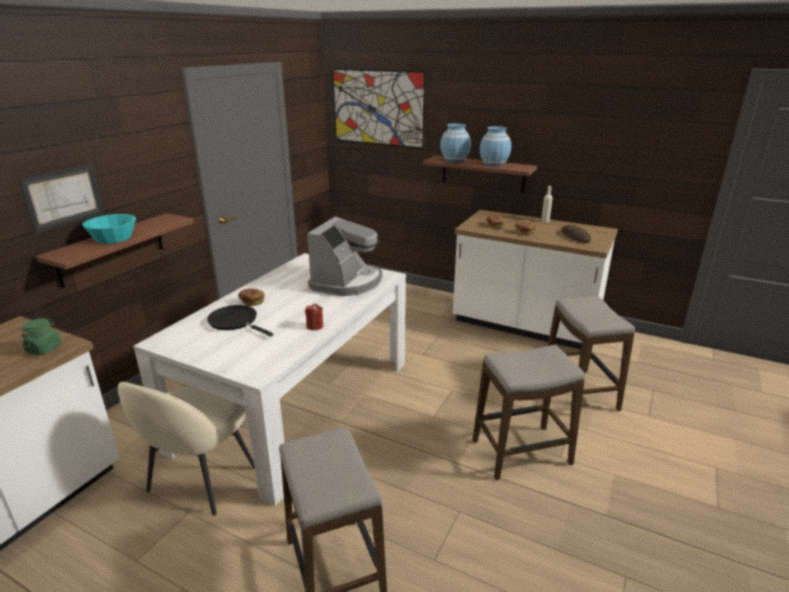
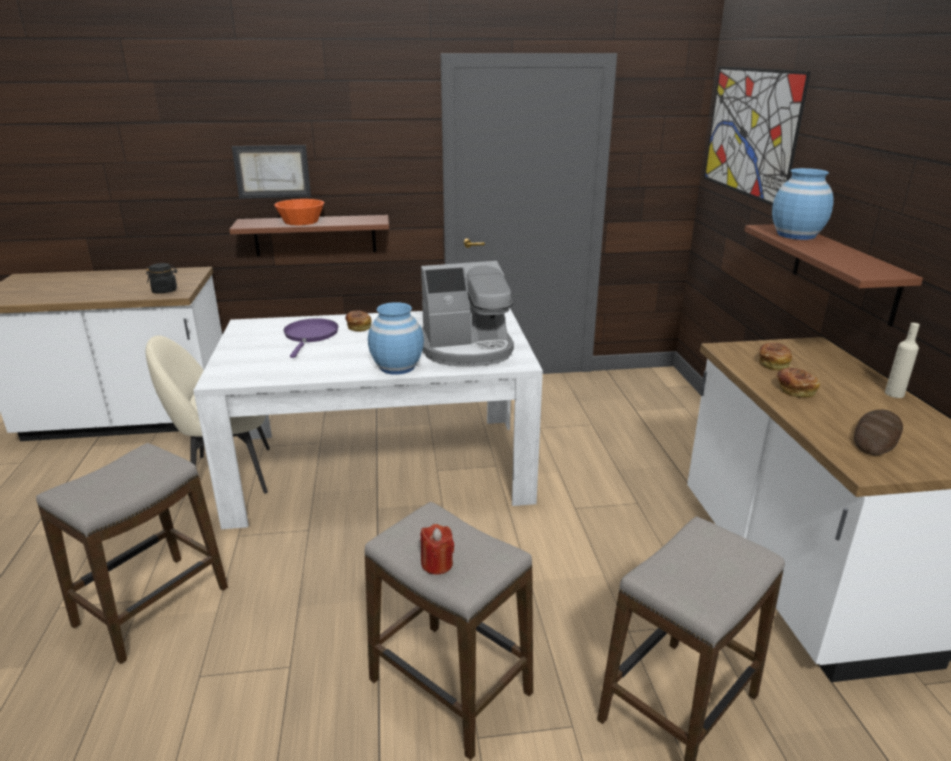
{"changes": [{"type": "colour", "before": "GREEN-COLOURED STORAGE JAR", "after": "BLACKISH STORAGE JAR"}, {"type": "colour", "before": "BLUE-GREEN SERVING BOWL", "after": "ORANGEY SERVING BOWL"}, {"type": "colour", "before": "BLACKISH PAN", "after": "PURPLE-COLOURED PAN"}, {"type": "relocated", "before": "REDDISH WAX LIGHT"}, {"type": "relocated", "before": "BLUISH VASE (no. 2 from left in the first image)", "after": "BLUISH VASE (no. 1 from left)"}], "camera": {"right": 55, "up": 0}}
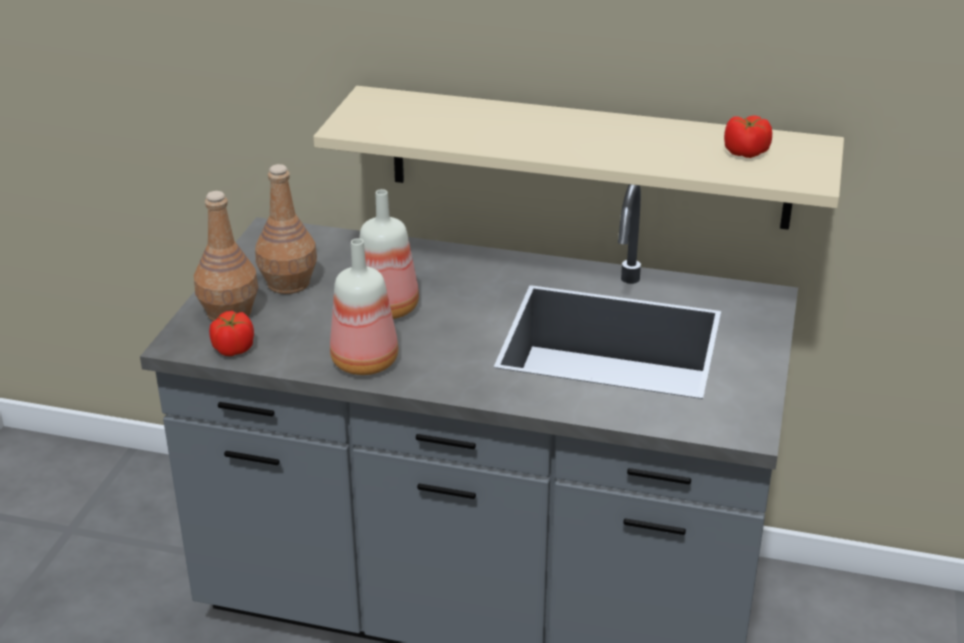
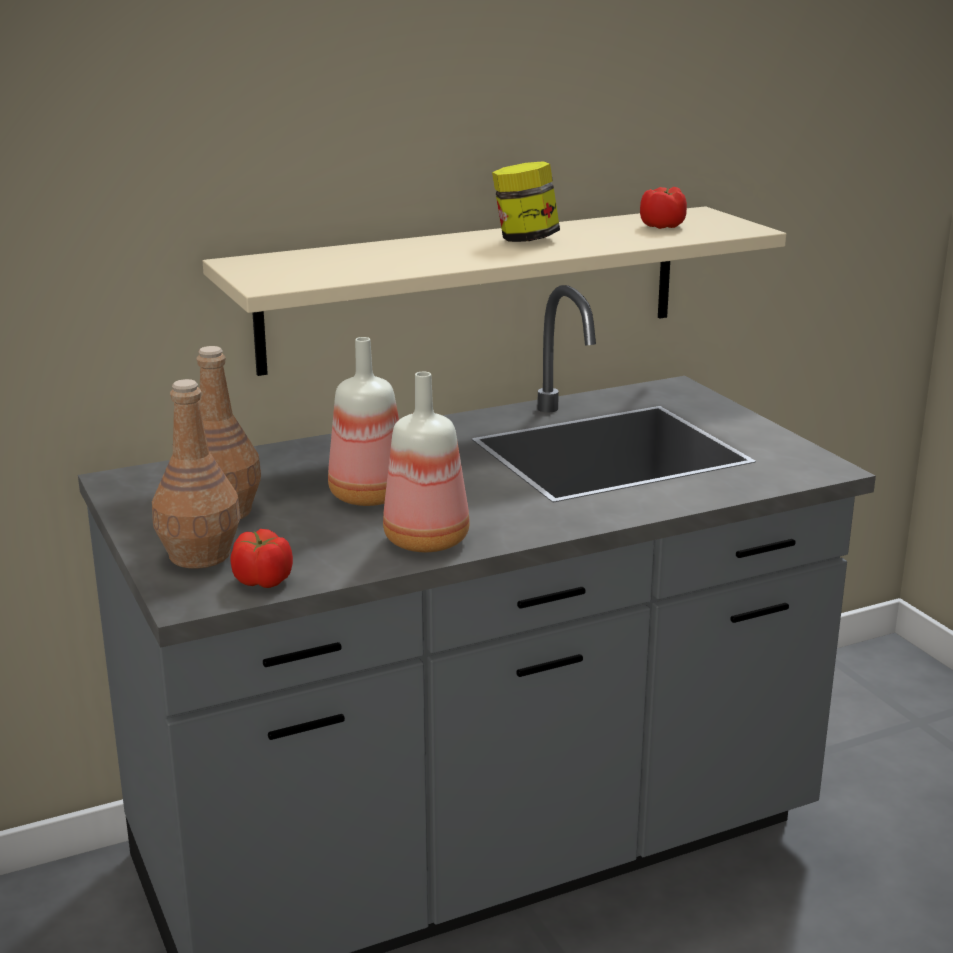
{"changes": [{"type": "appeared", "after": "STORAGE JAR"}], "camera": {"right": -40, "up": -10}}
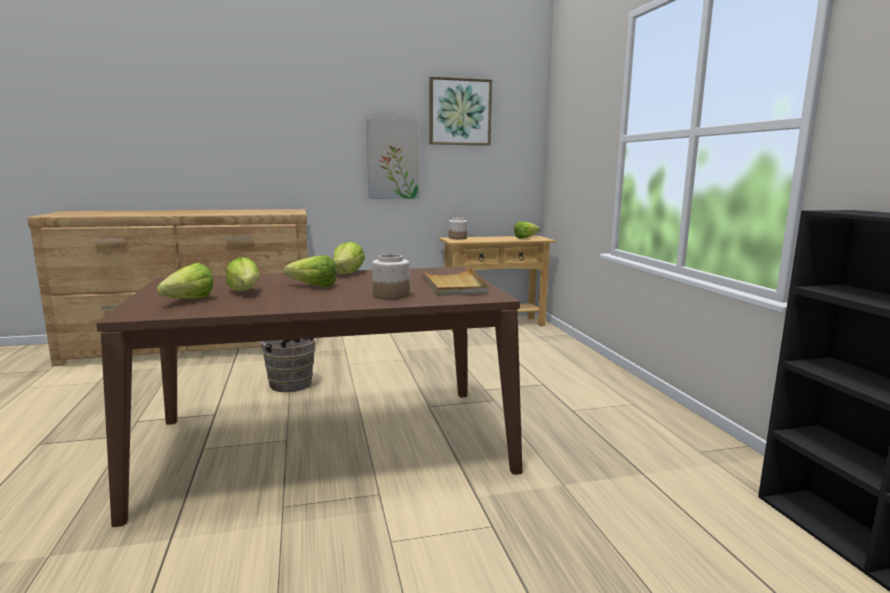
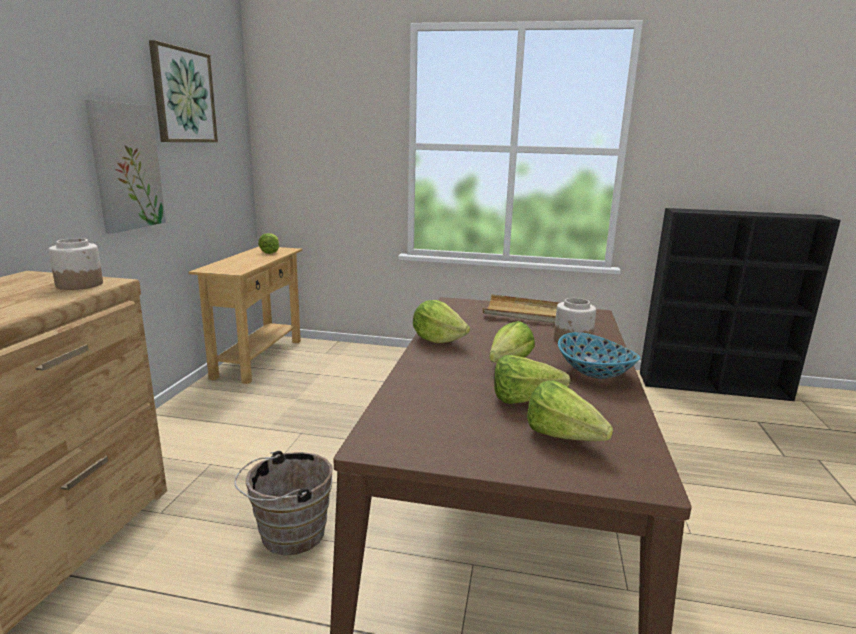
{"changes": [{"type": "relocated", "before": "STORAGE JAR (no. 2 from left in the first image)", "after": "STORAGE JAR (no. 1 from left)"}, {"type": "appeared", "after": "SERVING BOWL"}], "camera": {"right": -65, "up": 5}}
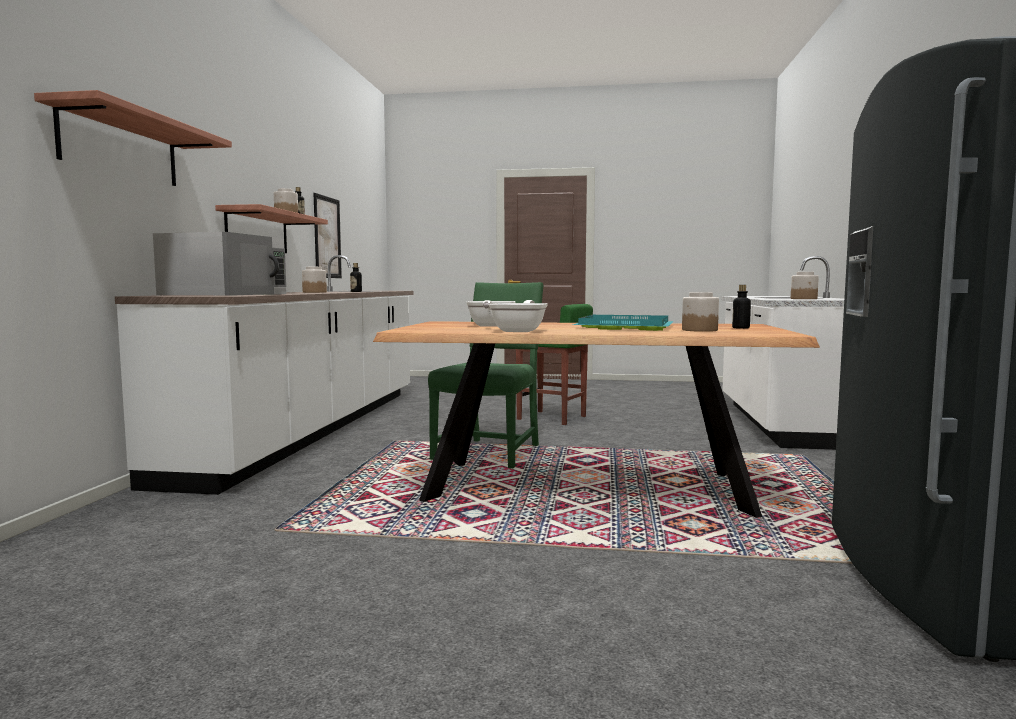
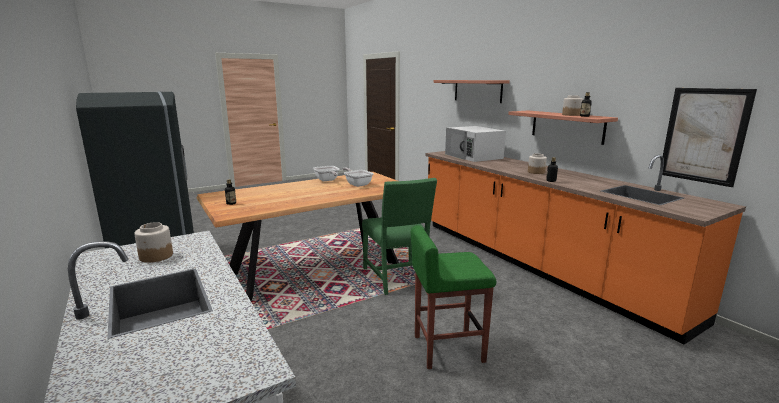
{"changes": [{"type": "colour", "before": "WHITE-COLOURED KITCHEN BASE UNIT (no. 1 from left)", "after": "ORANGEY KITCHEN BASE UNIT"}, {"type": "missing", "before": "BLUE-GREEN SERVING TRAY"}, {"type": "missing", "before": "STORAGE JAR (no. 3 from left)"}], "camera": {"right": 140, "up": 10}}
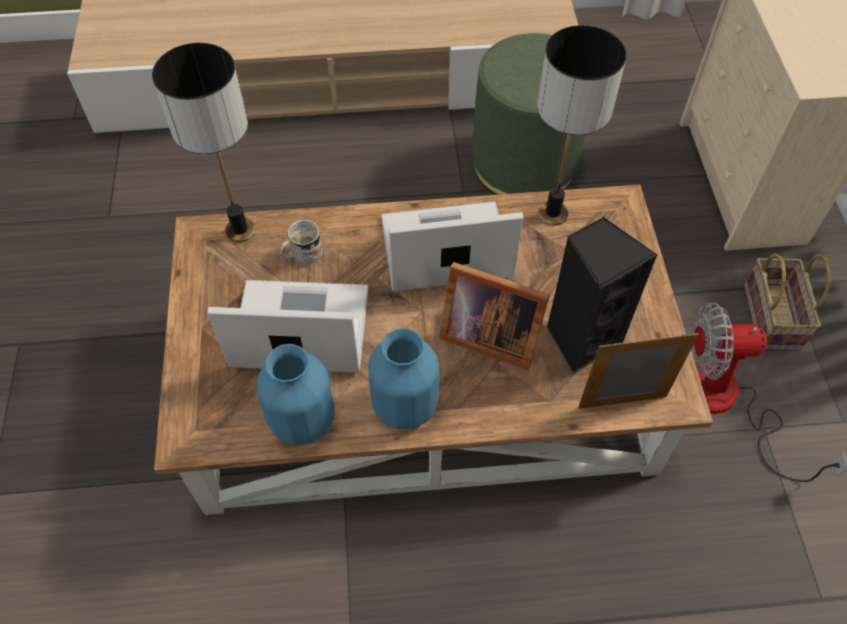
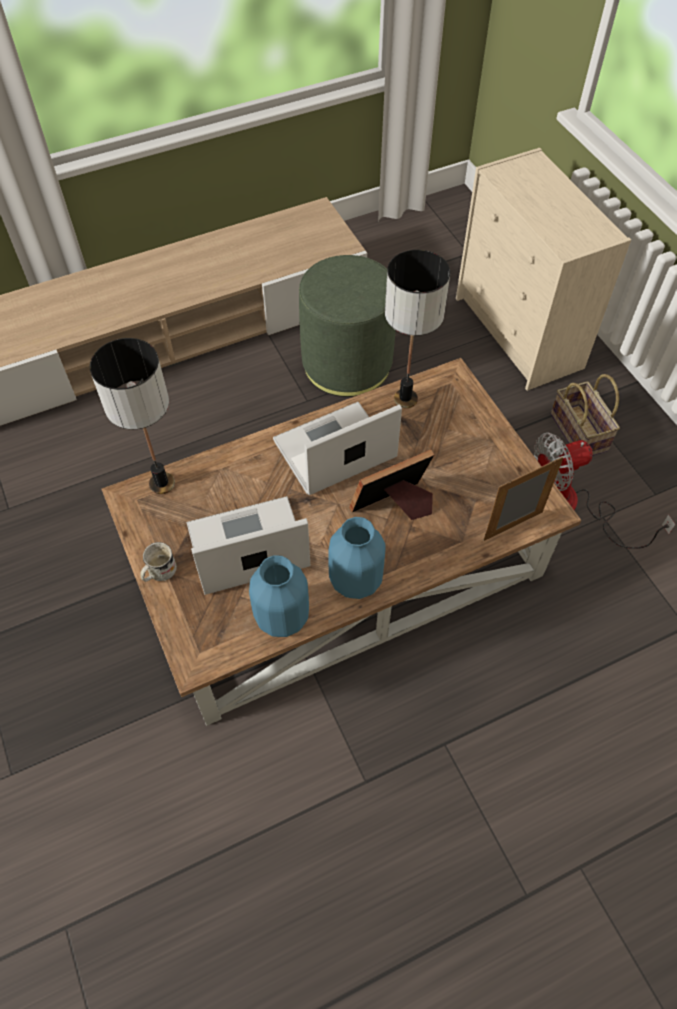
{"changes": [{"type": "relocated", "before": "WHITE-COLOURED COFFEE MUG"}, {"type": "spun", "before": "PICTURE FRAME (no. 1 from left)", "turn": 150}, {"type": "missing", "before": "BLACKISH LOUDSPEAKER"}], "camera": {"right": -20, "up": 0}}
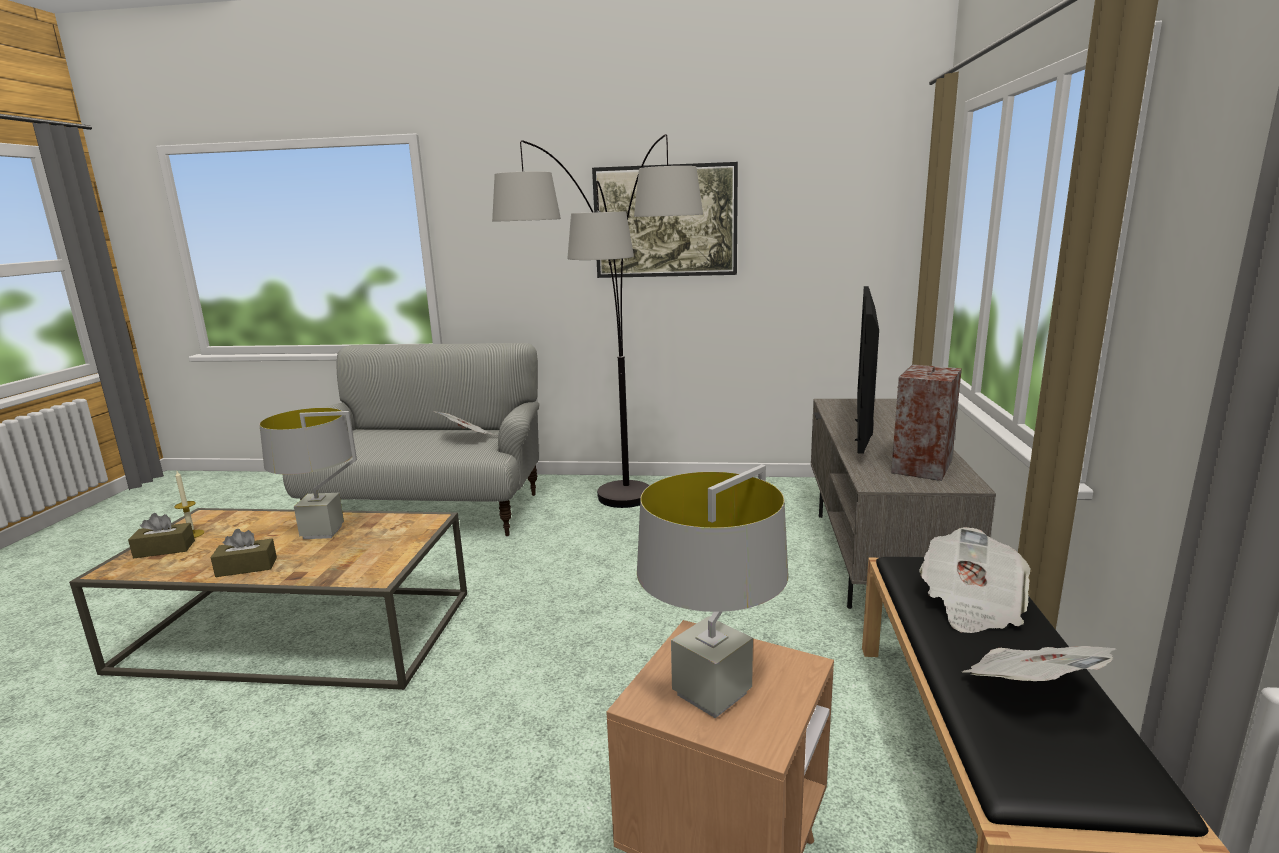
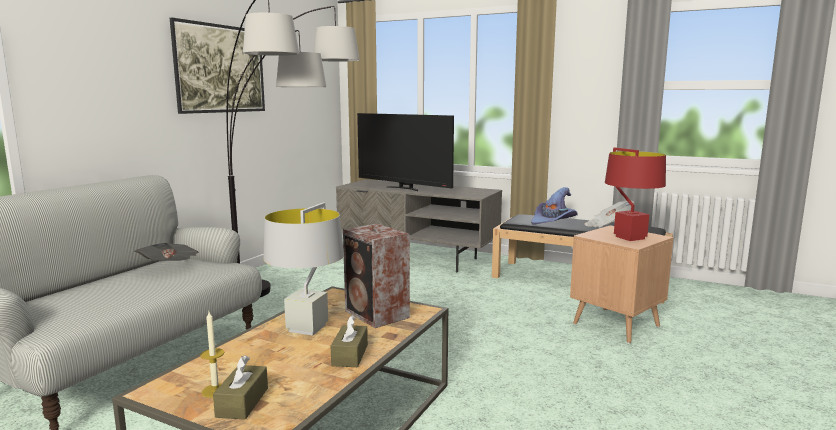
{"changes": [{"type": "colour", "before": "GREY LAMP FOR A TABLE (no. 2 from left)", "after": "REDDISH LAMP FOR A TABLE"}, {"type": "relocated", "before": "LOUDSPEAKER"}, {"type": "exchanged", "before": "DAILY PAPER (no. 2 from left)", "after": "PURPLE-COLOURED WEARABLE HAT"}], "camera": {"right": -70, "up": -5}}
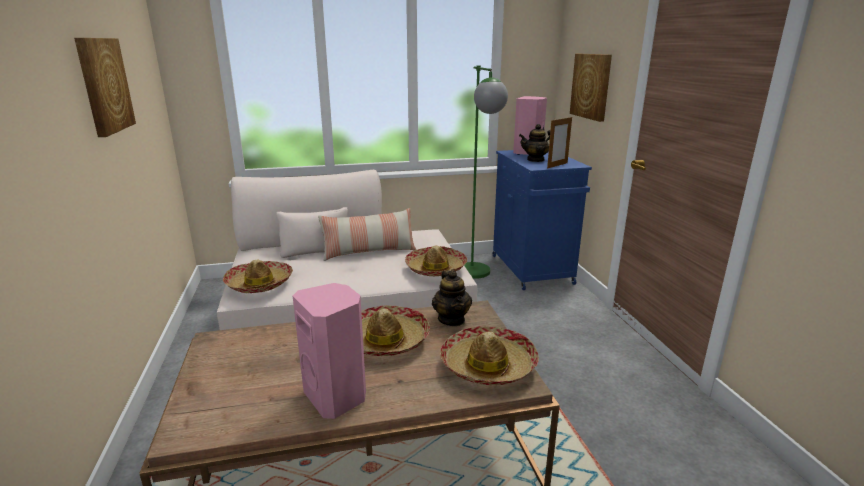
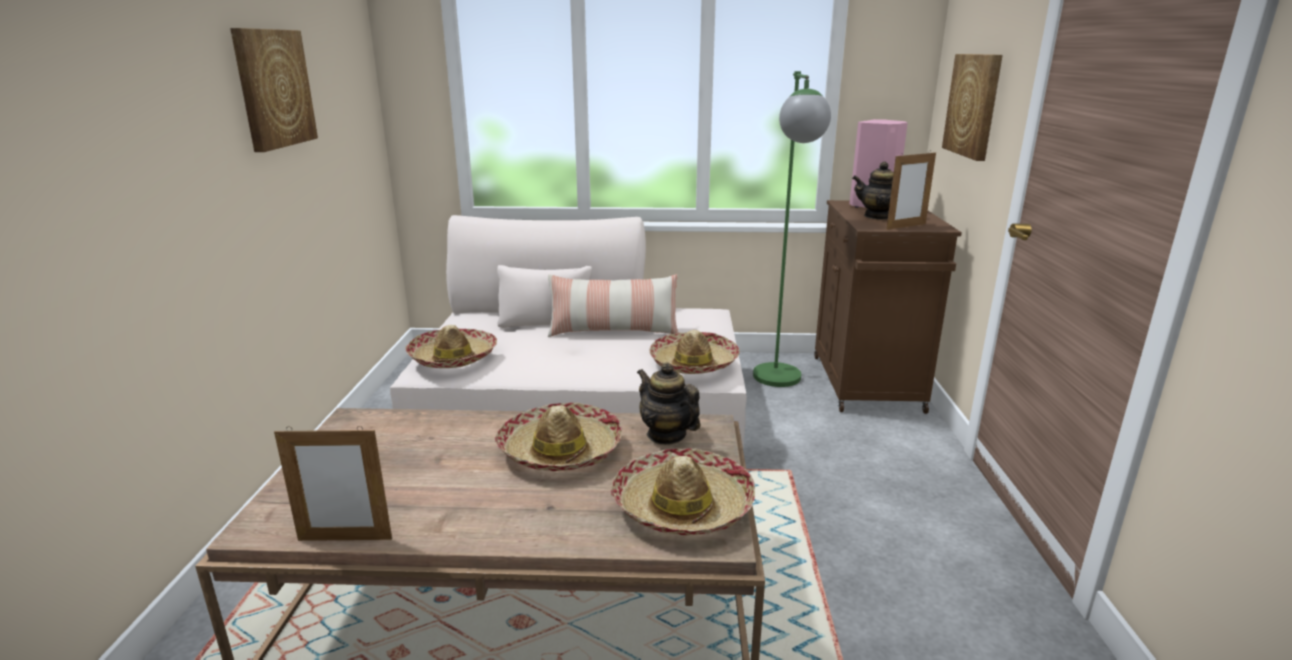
{"changes": [{"type": "missing", "before": "PINK-COLOURED LOUDSPEAKER (no. 1 from left)"}, {"type": "spun", "before": "TEA POT (no. 1 from left)", "turn": 135}, {"type": "colour", "before": "BLUISH STORAGE CABINET", "after": "BROWN STORAGE CABINET"}, {"type": "appeared", "after": "PICTURE FRAME (no. 1 from left)"}], "camera": {"right": 15, "up": 0}}
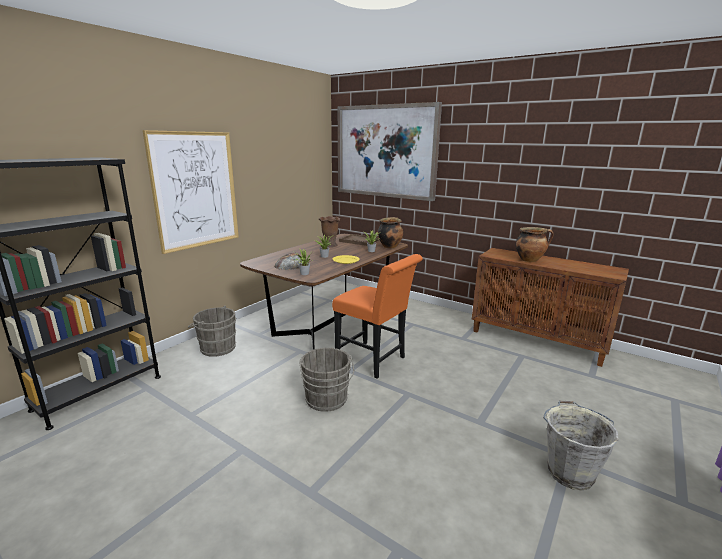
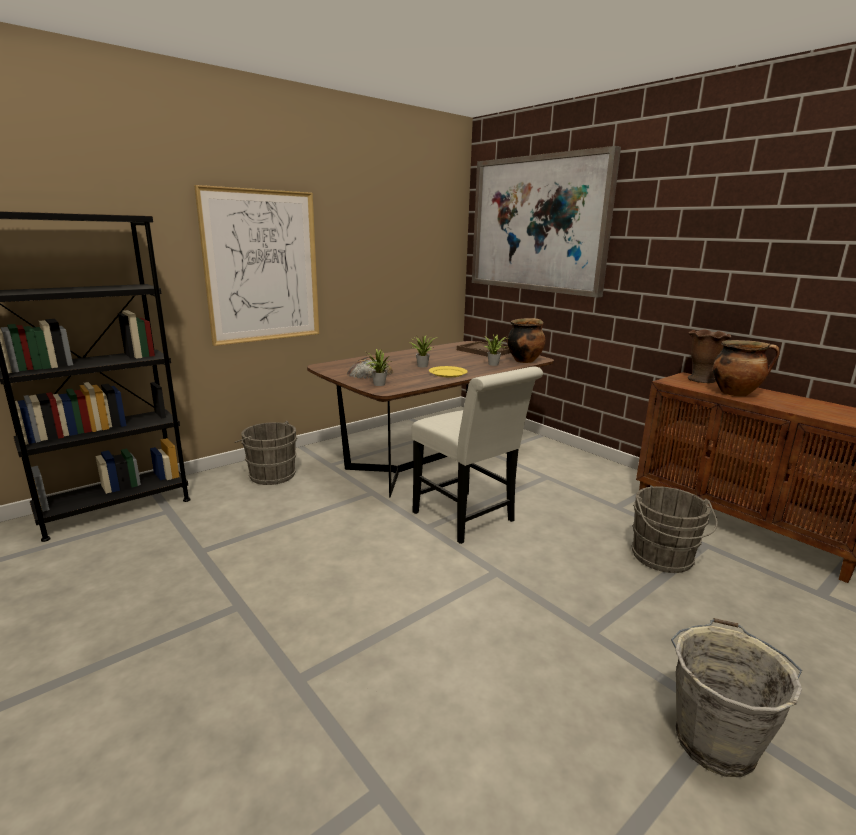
{"changes": [{"type": "relocated", "before": "GREY PAIL (no. 2 from left)"}, {"type": "relocated", "before": "BROWN VASE"}, {"type": "colour", "before": "ORANGEY PLAIN CHAIR", "after": "WHITE-COLOURED PLAIN CHAIR"}], "camera": {"right": 15, "up": 0}}
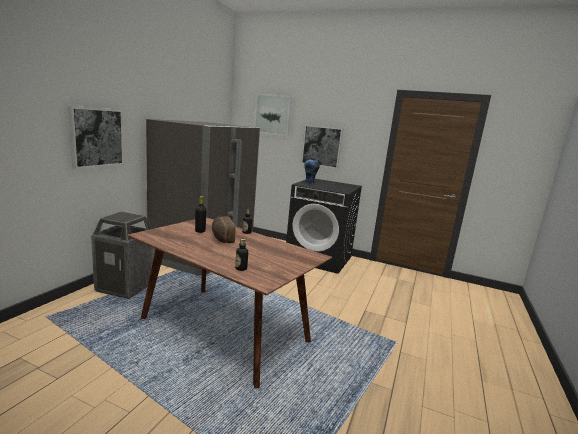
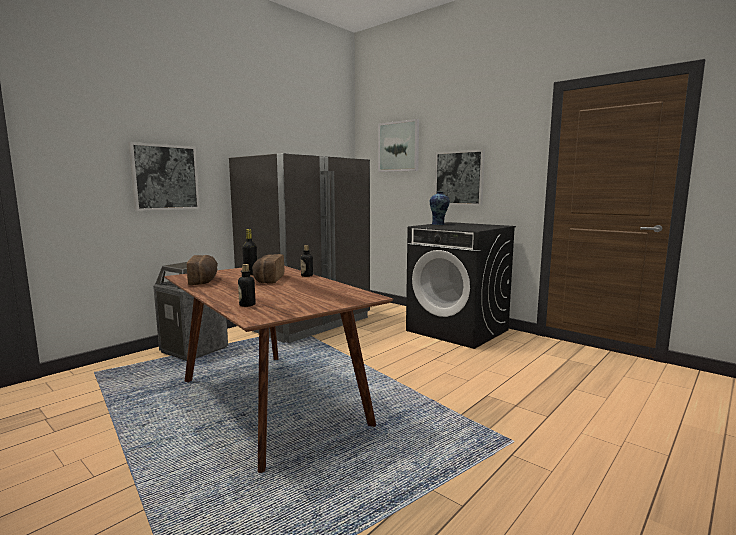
{"changes": [{"type": "appeared", "after": "BREAD (no. 1 from left)"}], "camera": {"right": 20, "up": -5}}
